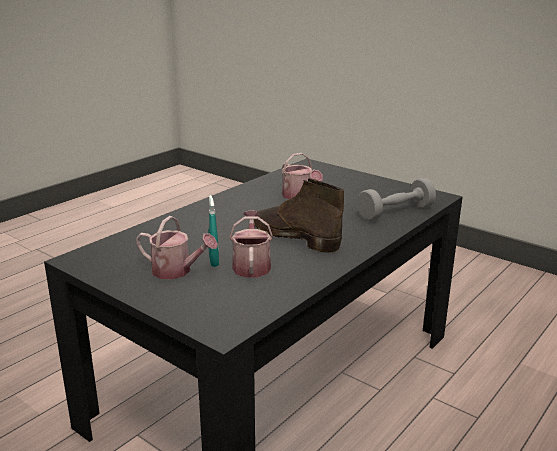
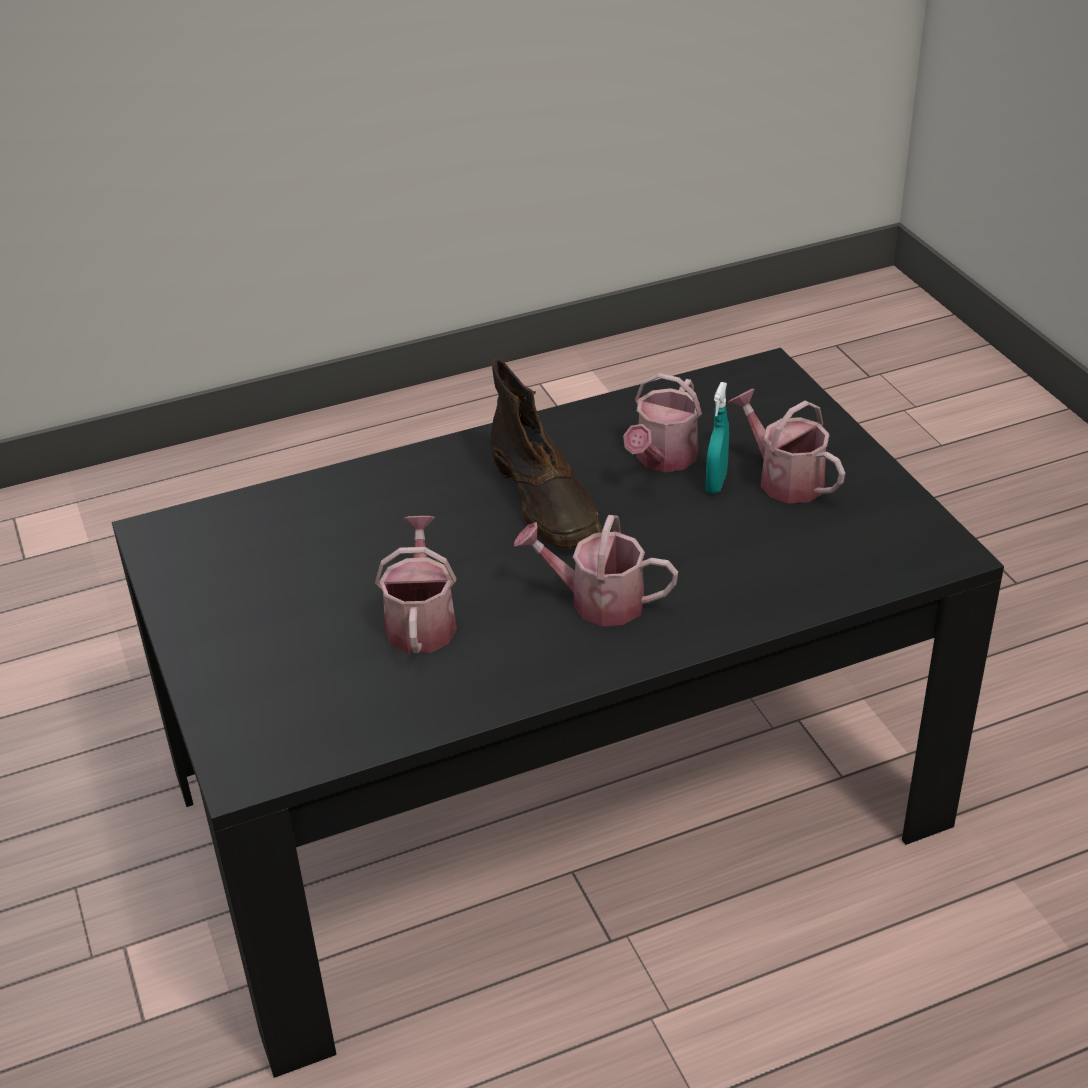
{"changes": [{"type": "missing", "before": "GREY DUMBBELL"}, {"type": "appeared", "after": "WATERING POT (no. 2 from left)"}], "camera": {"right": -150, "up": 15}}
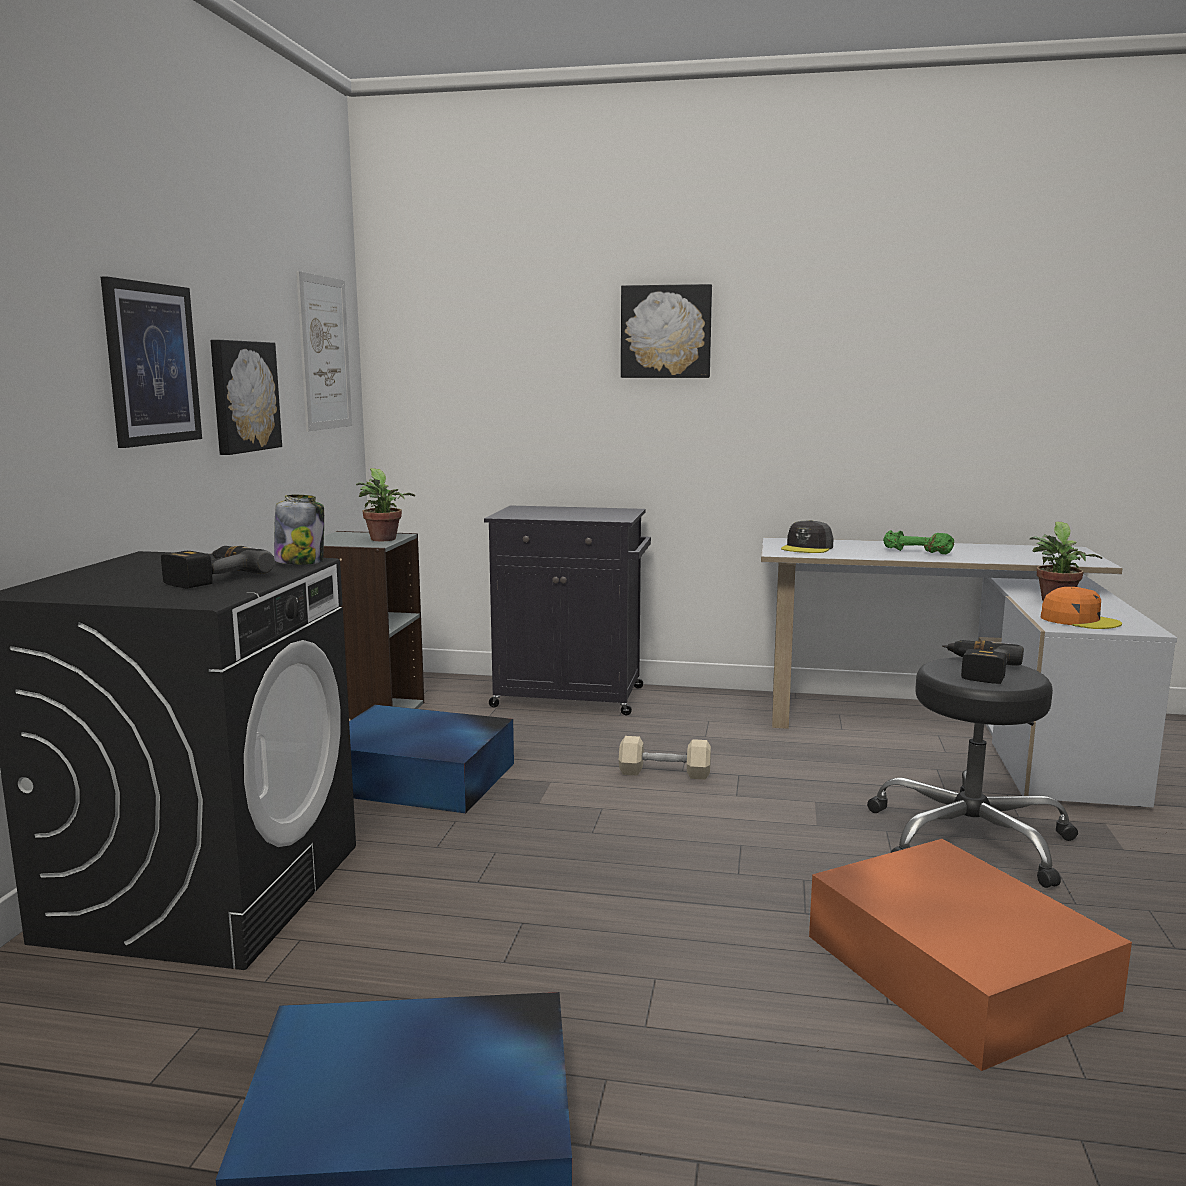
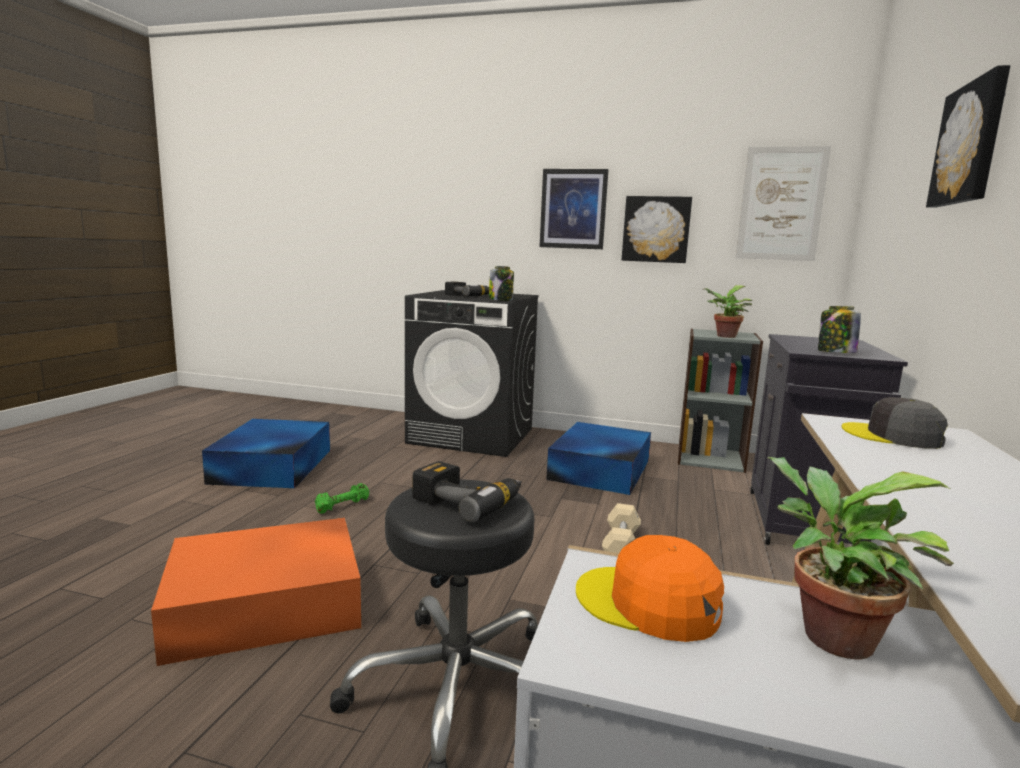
{"changes": [{"type": "relocated", "before": "GREEN-COLOURED DUMBBELL"}, {"type": "spun", "before": "ORANGEY PEAKED CAP", "turn": 75}, {"type": "appeared", "after": "STORAGE JAR (no. 2 from left)"}], "camera": {"right": 95, "up": 0}}
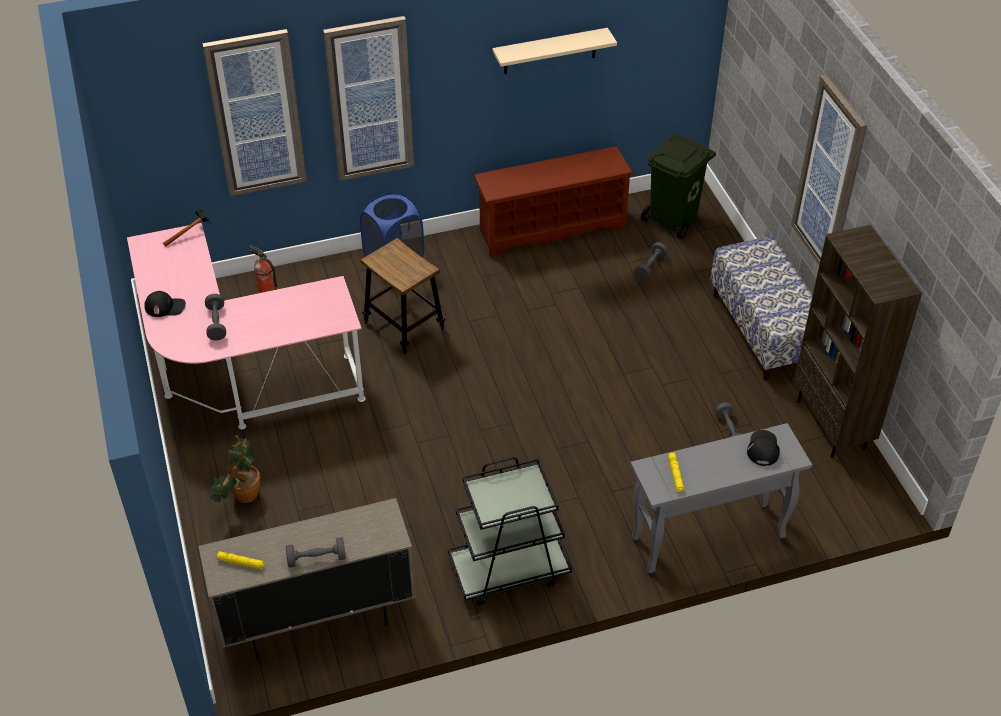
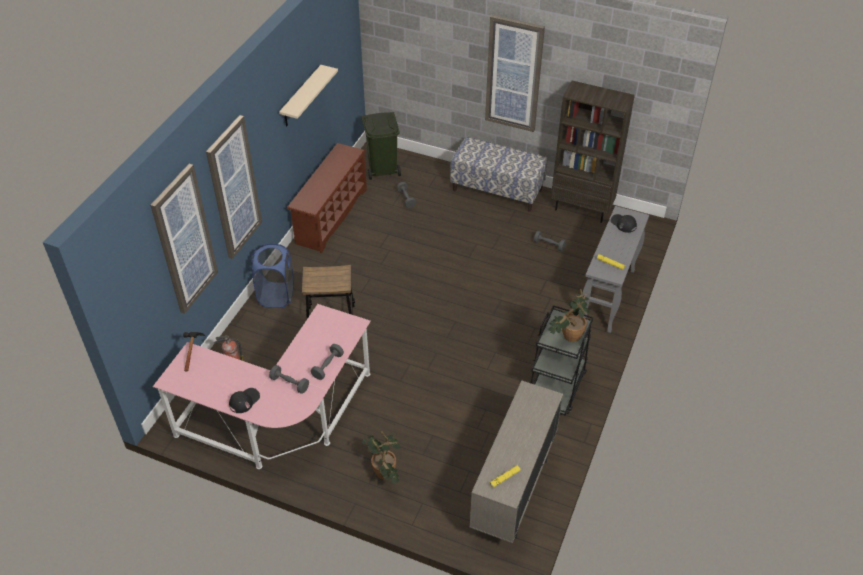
{"changes": [{"type": "relocated", "before": "GREY DUMBBELL (no. 2 from left)"}, {"type": "appeared", "after": "PLANT IN A POT (no. 2 from left)"}], "camera": {"right": -50, "up": 0}}
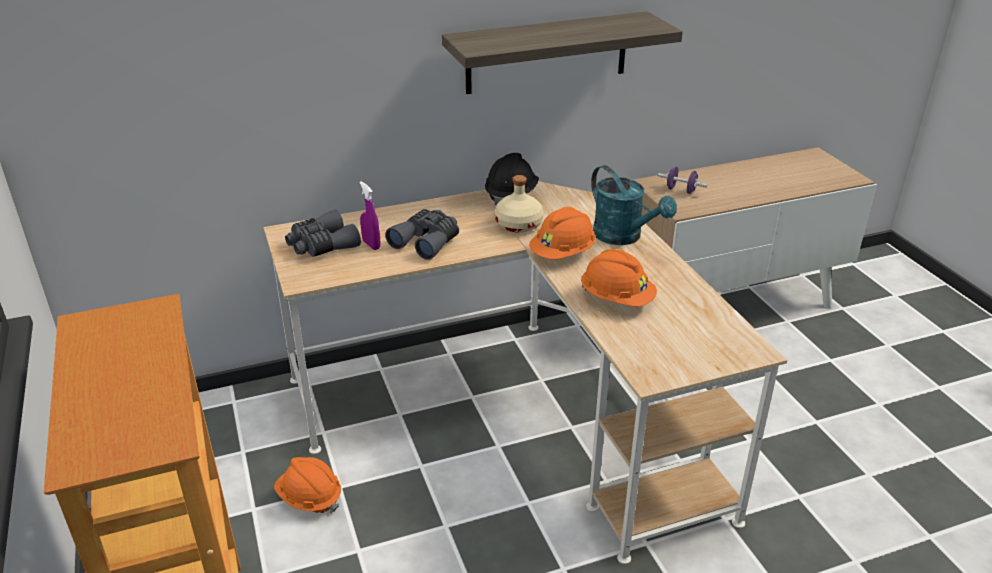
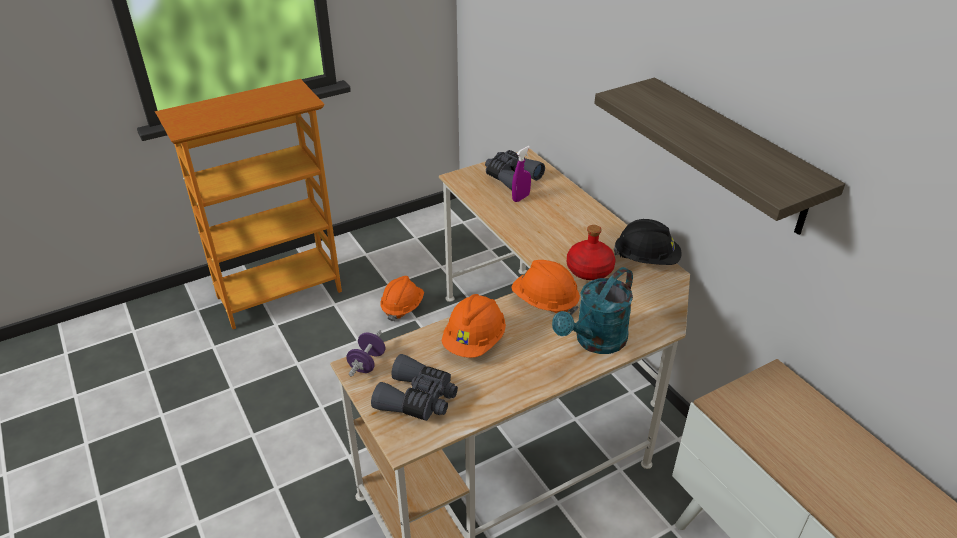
{"changes": [{"type": "relocated", "before": "GREY FIELD GLASSES (no. 2 from left in the first image)", "after": "GREY FIELD GLASSES (no. 1 from left)"}, {"type": "colour", "before": "SAND-COLOURED BEVERAGE BOTTLE", "after": "REDDISH BEVERAGE BOTTLE"}, {"type": "relocated", "before": "PURPLE-COLOURED DUMBBELL"}], "camera": {"right": 80, "up": 5}}
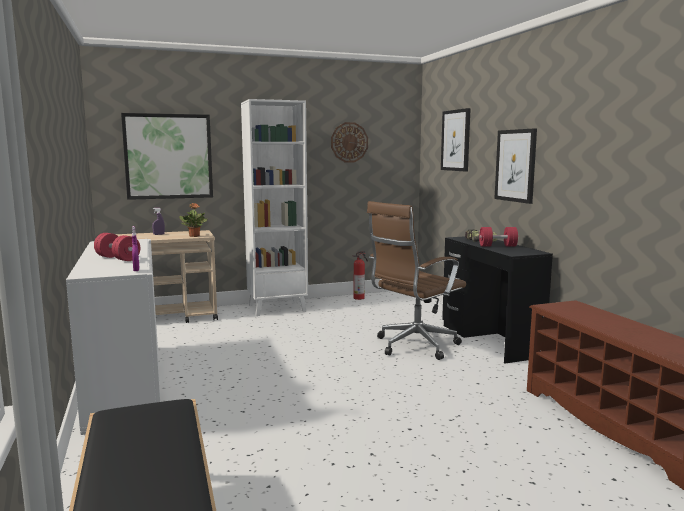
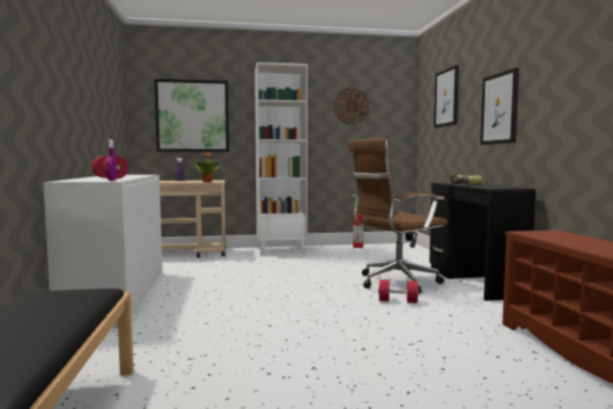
{"changes": [{"type": "relocated", "before": "REDDISH DUMBBELL (no. 2 from left)"}], "camera": {"right": 10, "up": -5}}
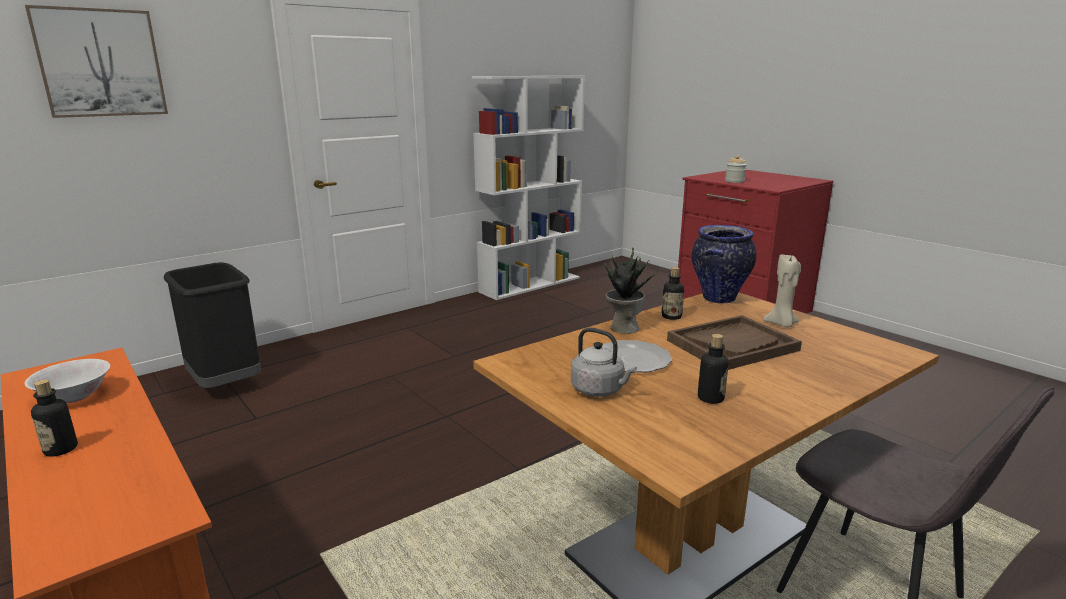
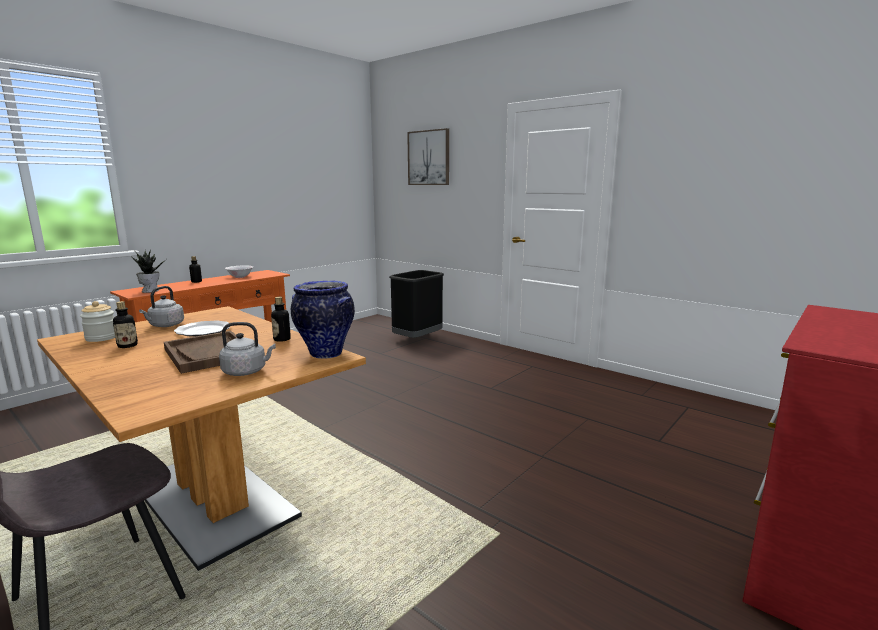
{"changes": [{"type": "missing", "before": "WHITE-COLOURED SHELVING UNIT"}, {"type": "relocated", "before": "PLANT IN A POT"}, {"type": "relocated", "before": "STORAGE JAR"}, {"type": "exchanged", "before": "SAND-COLOURED WAX LIGHT", "after": "GREY KETTLE (no. 2 from left)"}], "camera": {"right": 80, "up": -5}}
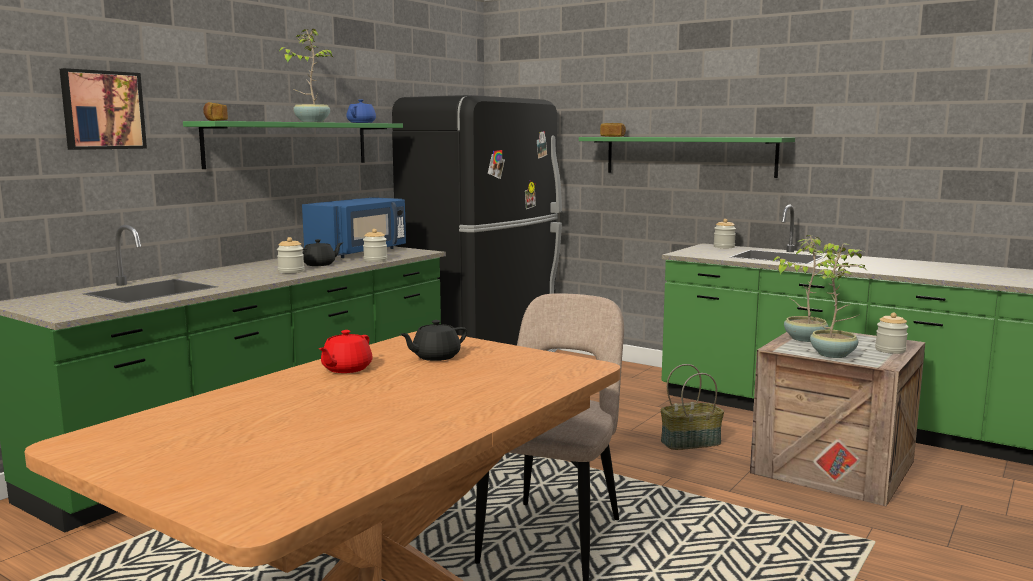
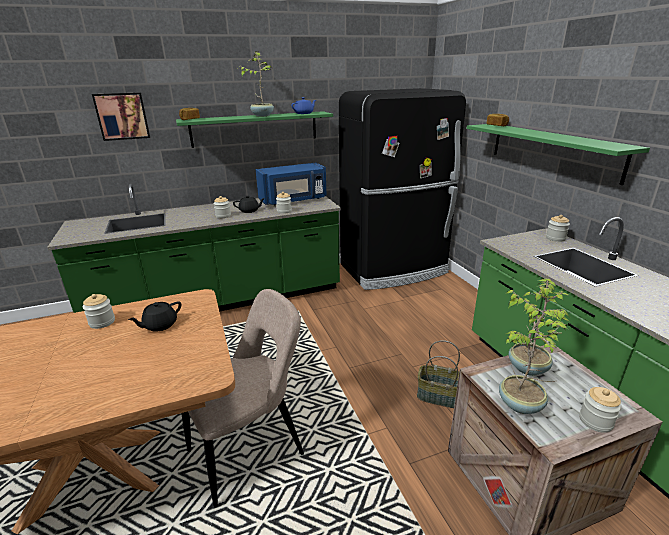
{"changes": [{"type": "exchanged", "before": "REDDISH TEA POT", "after": "STORAGE JAR (no. 1 from left)"}, {"type": "spun", "before": "BLACKISH TEA POT (no. 2 from left in the first image)", "turn": -45}], "camera": {"right": 35, "up": 15}}
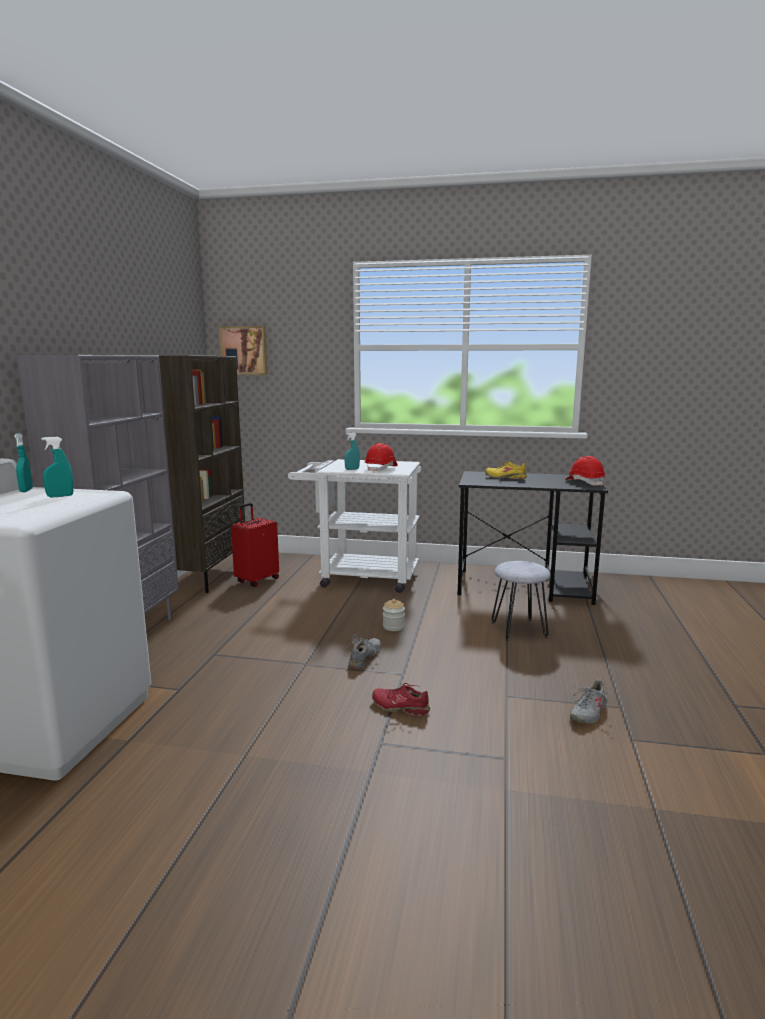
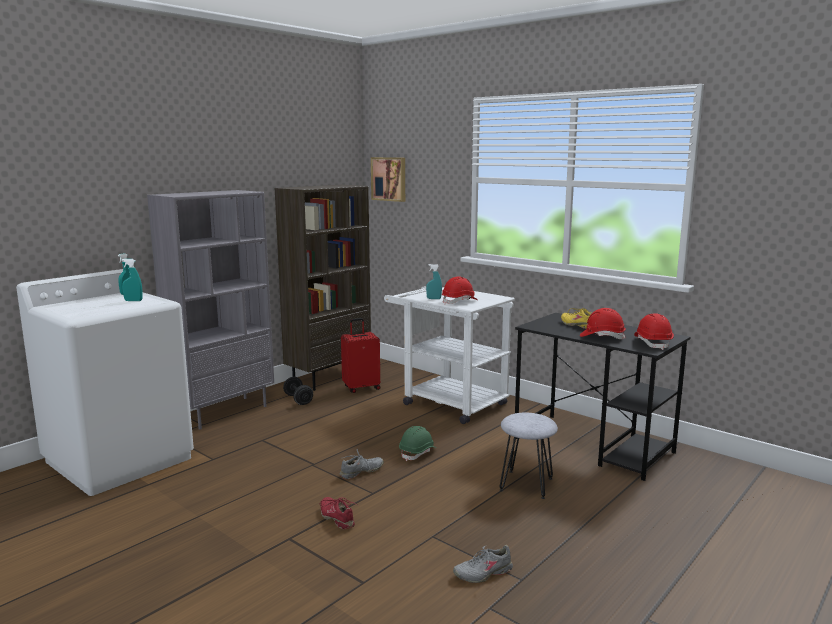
{"changes": [{"type": "exchanged", "before": "STORAGE JAR", "after": "GREEN-COLOURED WORK HELMET"}, {"type": "appeared", "after": "BLACKISH DUMBBELL"}, {"type": "appeared", "after": "REDDISH WORK HELMET (no. 2 from left)"}], "camera": {"right": 30, "up": 0}}
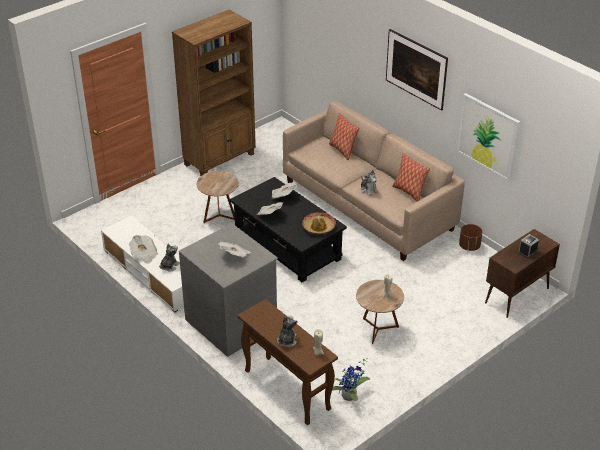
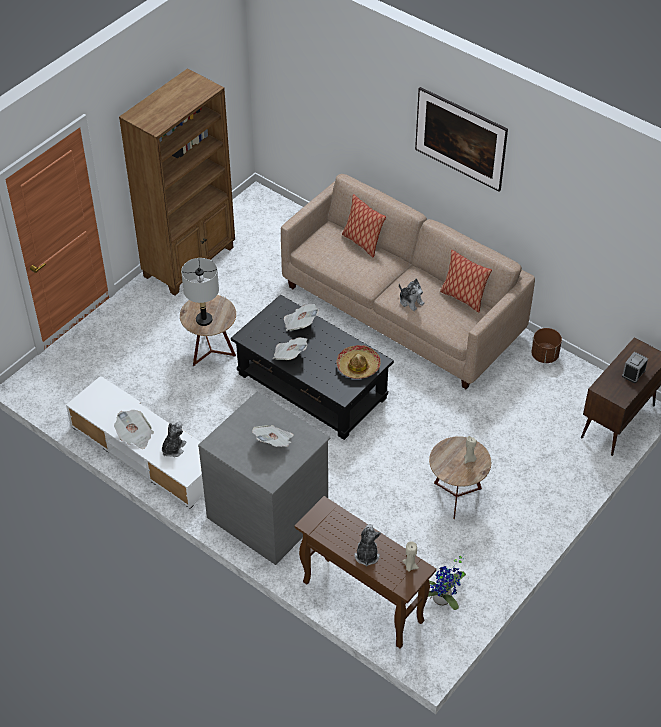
{"changes": [{"type": "missing", "before": "WALL PICTURE (no. 2 from left)"}, {"type": "appeared", "after": "GREY LAMP FOR A TABLE"}], "camera": {"right": -10, "up": 10}}
